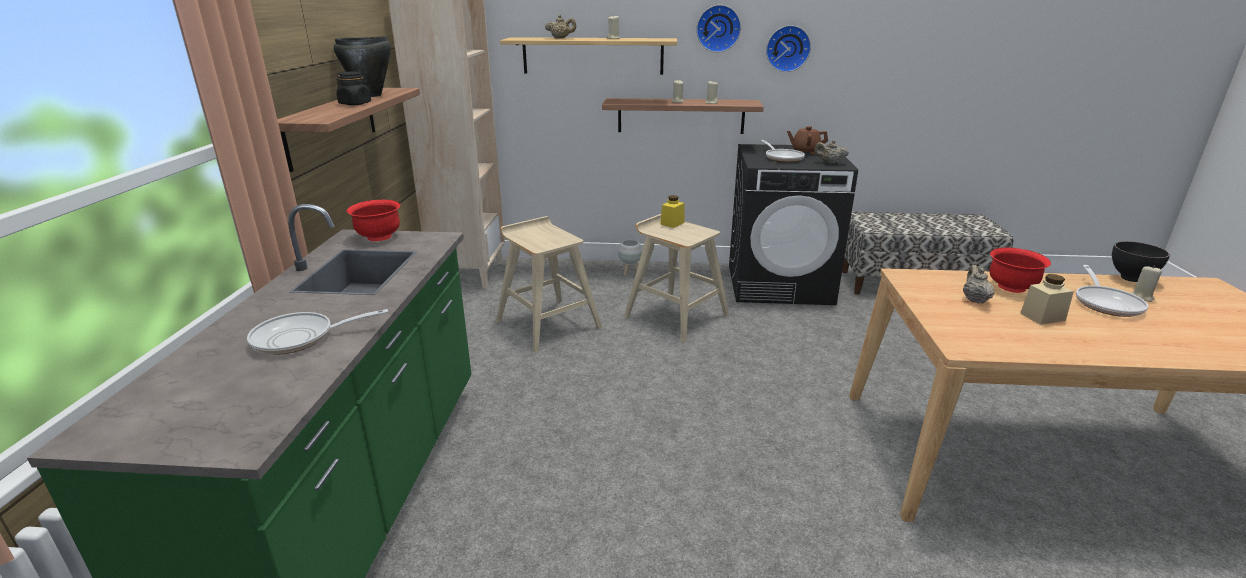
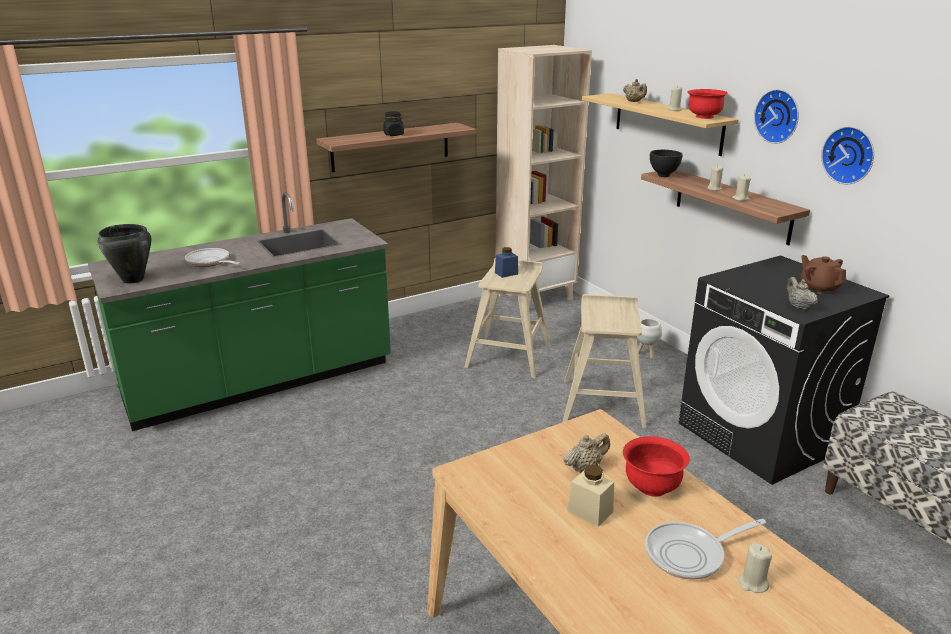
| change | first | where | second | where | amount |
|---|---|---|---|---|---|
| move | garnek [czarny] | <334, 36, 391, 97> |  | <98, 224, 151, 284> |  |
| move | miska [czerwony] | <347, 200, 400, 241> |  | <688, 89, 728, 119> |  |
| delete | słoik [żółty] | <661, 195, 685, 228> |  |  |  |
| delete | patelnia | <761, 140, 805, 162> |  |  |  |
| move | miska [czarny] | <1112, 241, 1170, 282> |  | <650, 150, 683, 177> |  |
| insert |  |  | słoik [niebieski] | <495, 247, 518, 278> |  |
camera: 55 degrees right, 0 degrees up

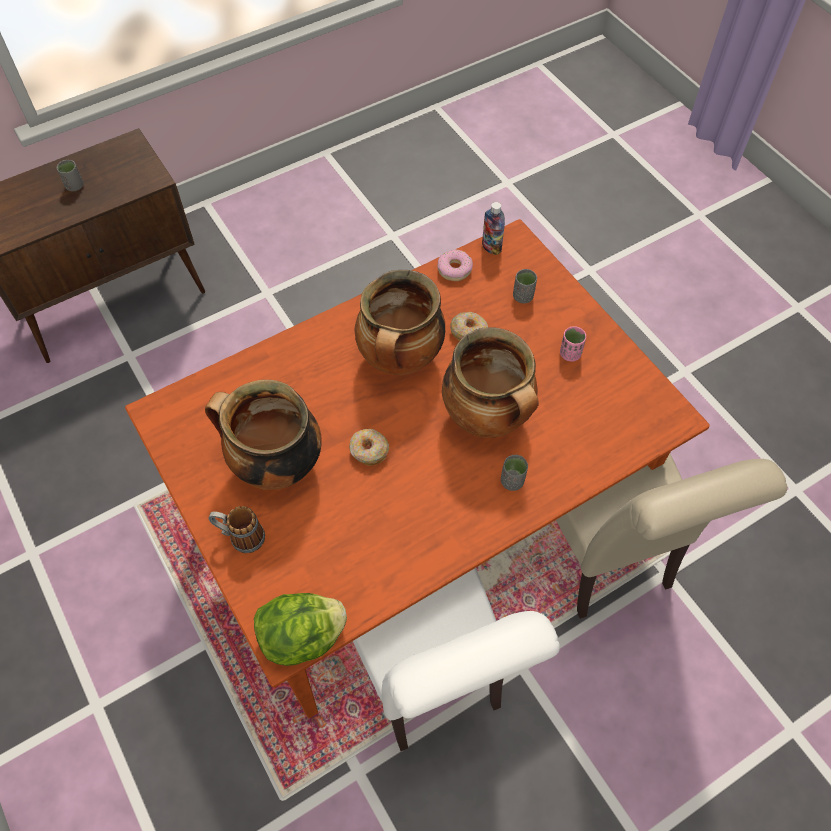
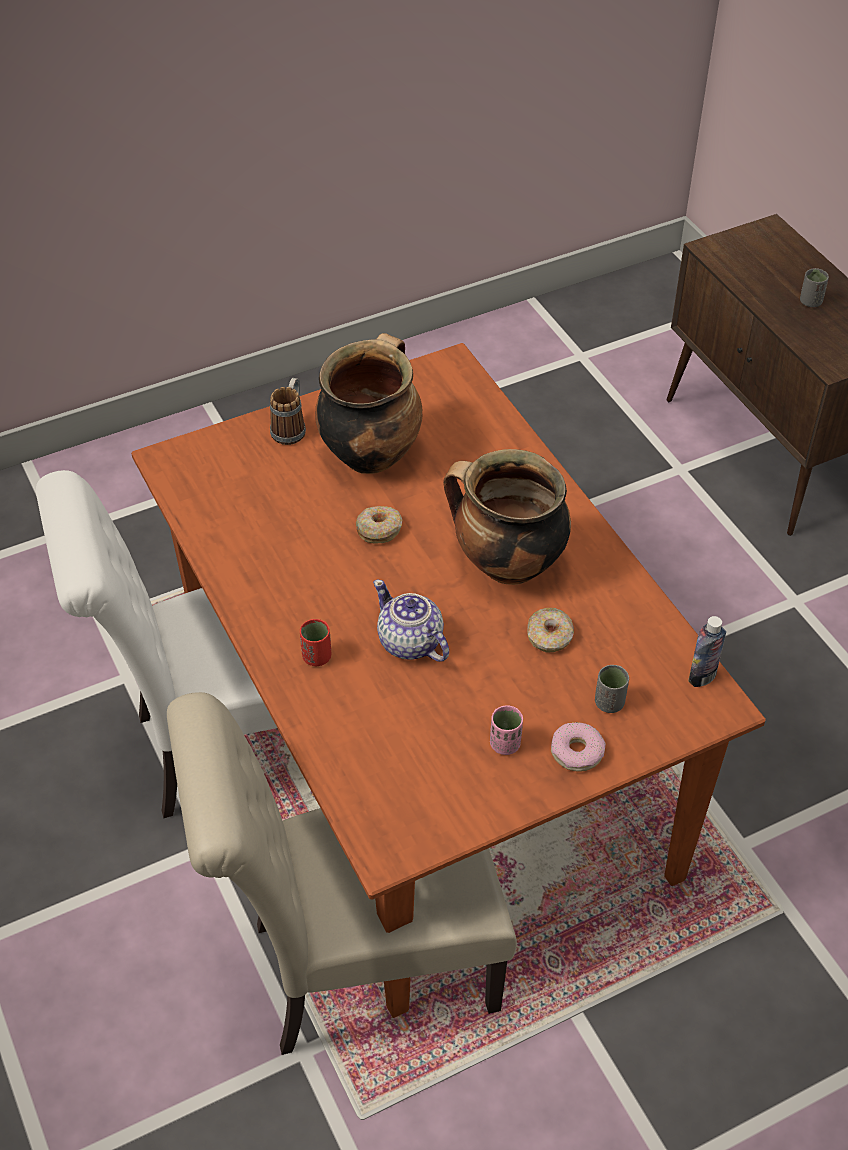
| change | first | where | second | where | amount |
|---|---|---|---|---|---|
| delete | sałata | <254, 593, 347, 666> |  |  |  |
| move | donut | <437, 250, 473, 281> |  | <551, 722, 606, 772> |  |
| replace | garnek | <442, 327, 539, 438> | imbryk | <373, 580, 449, 662> |  |
| recolor | filiżanka [szary] | <501, 454, 528, 491> | filiżanka [czerwony] | <300, 619, 332, 666> |  |
camera: 95 degrees right, 10 degrees down

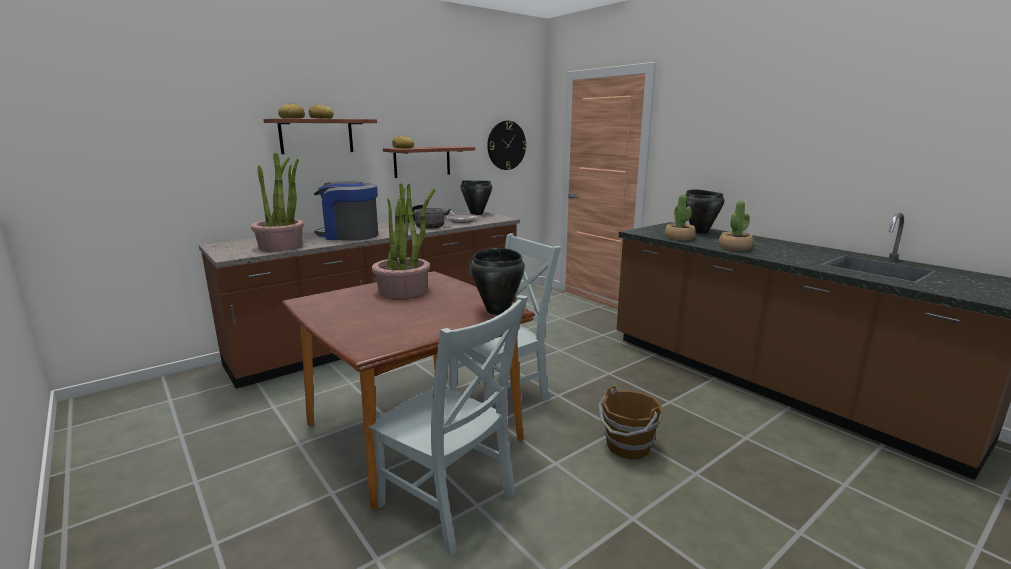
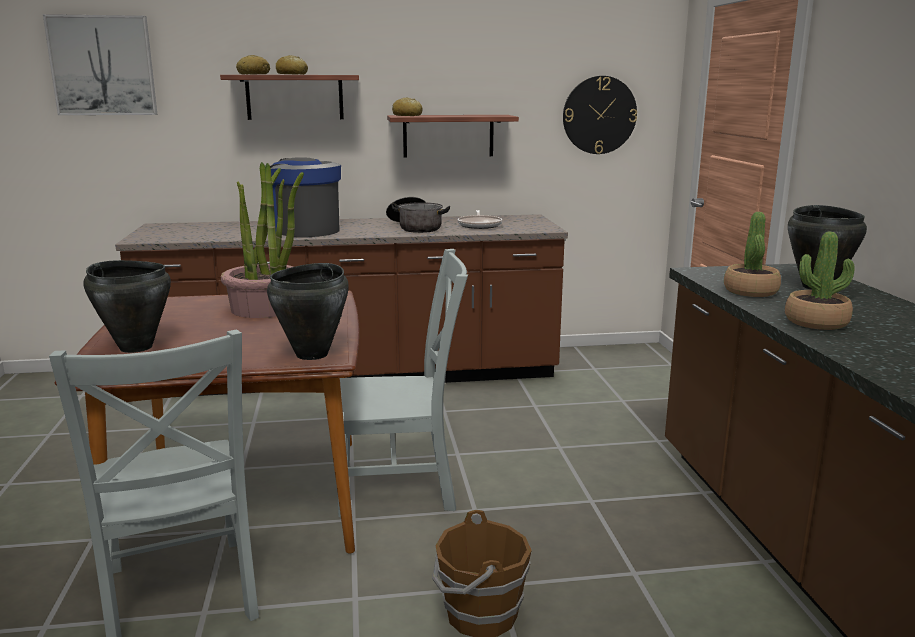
| change | first | where | second | where | amount |
|---|---|---|---|---|---|
| delete | roślina doniczkowa | <251, 153, 304, 251> |  |  |  |
| move | garnek [czarny] | <460, 180, 492, 215> |  | <84, 260, 171, 353> |  |
| insert |  |  | obraz | <43, 14, 158, 115> |  |
camera: 30 degrees right, 0 degrees up

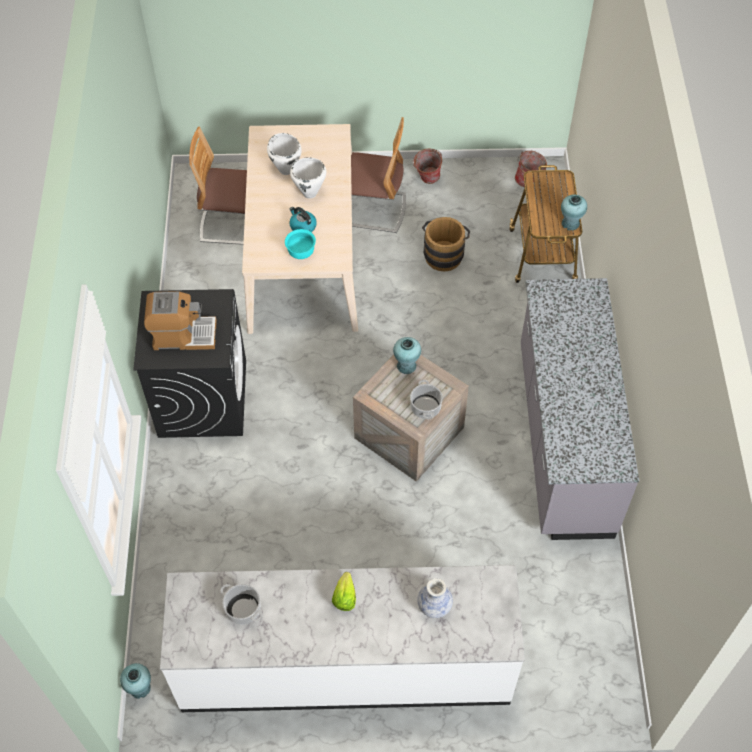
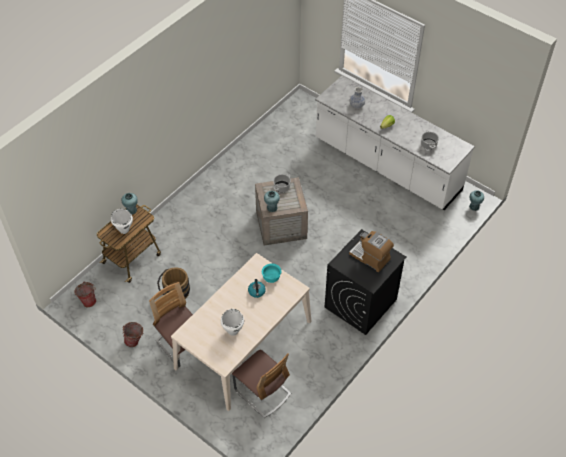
| change | first | where | second | where | amount |
|---|---|---|---|---|---|
| move | garnek [biały] | <290, 157, 326, 199> |  | <111, 209, 133, 234> |  |
| delete | zabudowa kuchenna [szary] | <521, 278, 639, 540> |  |  |  |
camera: 140 degrees left, 5 degrees down

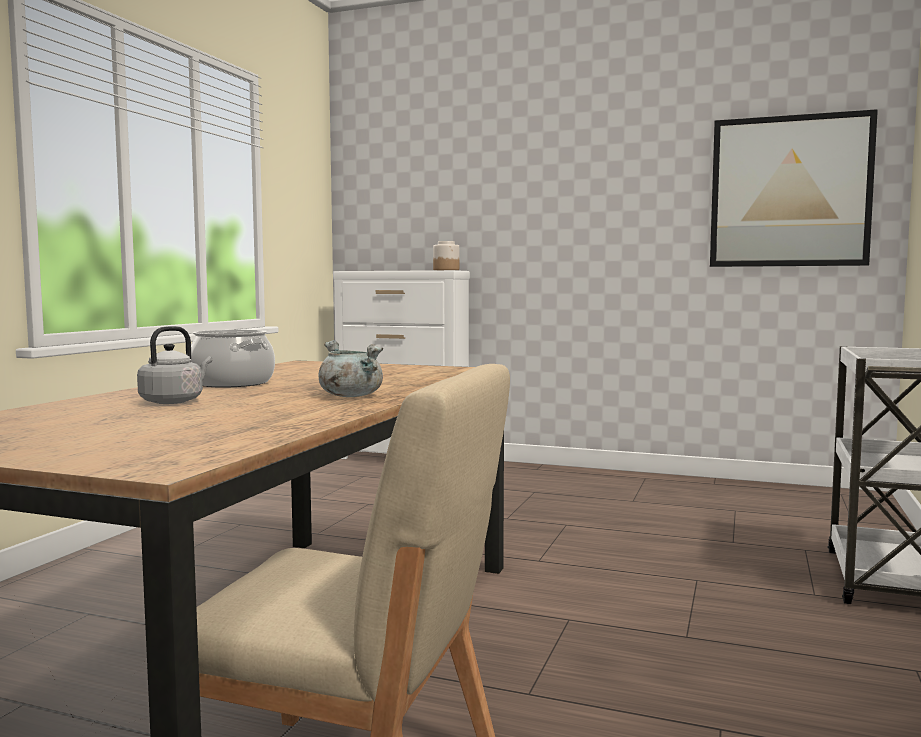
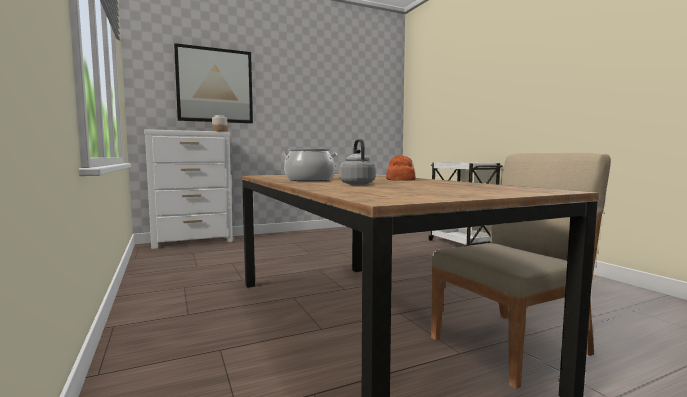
| change | first | where | second | where | amount |
|---|---|---|---|---|---|
| replace | garnek [szary] | <319, 340, 383, 397> | chleb | <386, 155, 416, 181> |  |
| move | obraz | <710, 109, 878, 267> |  | <174, 43, 253, 123> |  |
camera: 45 degrees left, 0 degrees up

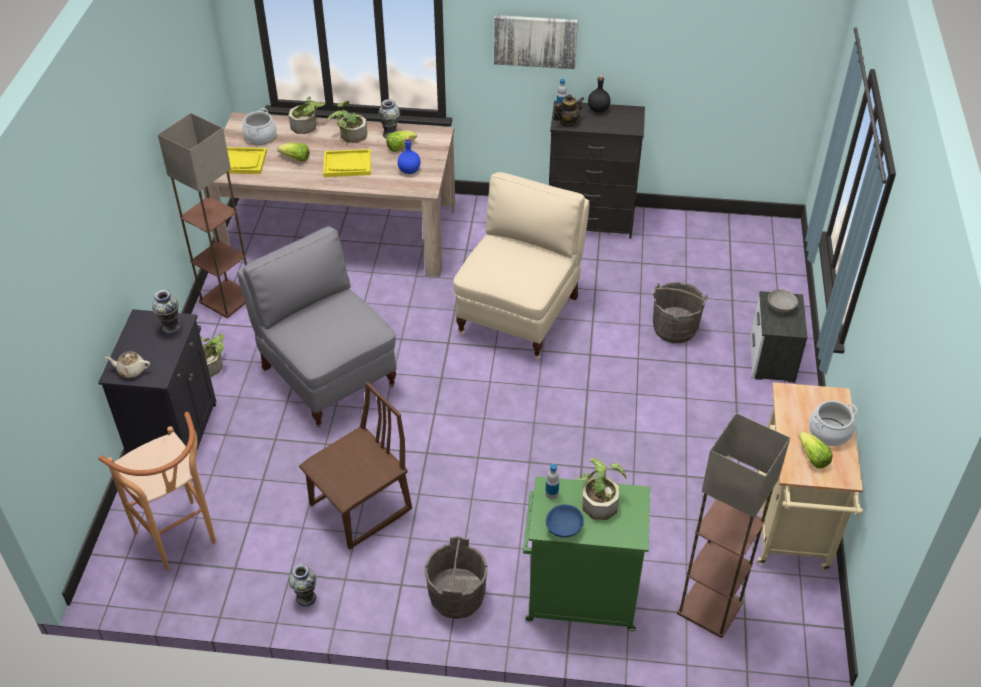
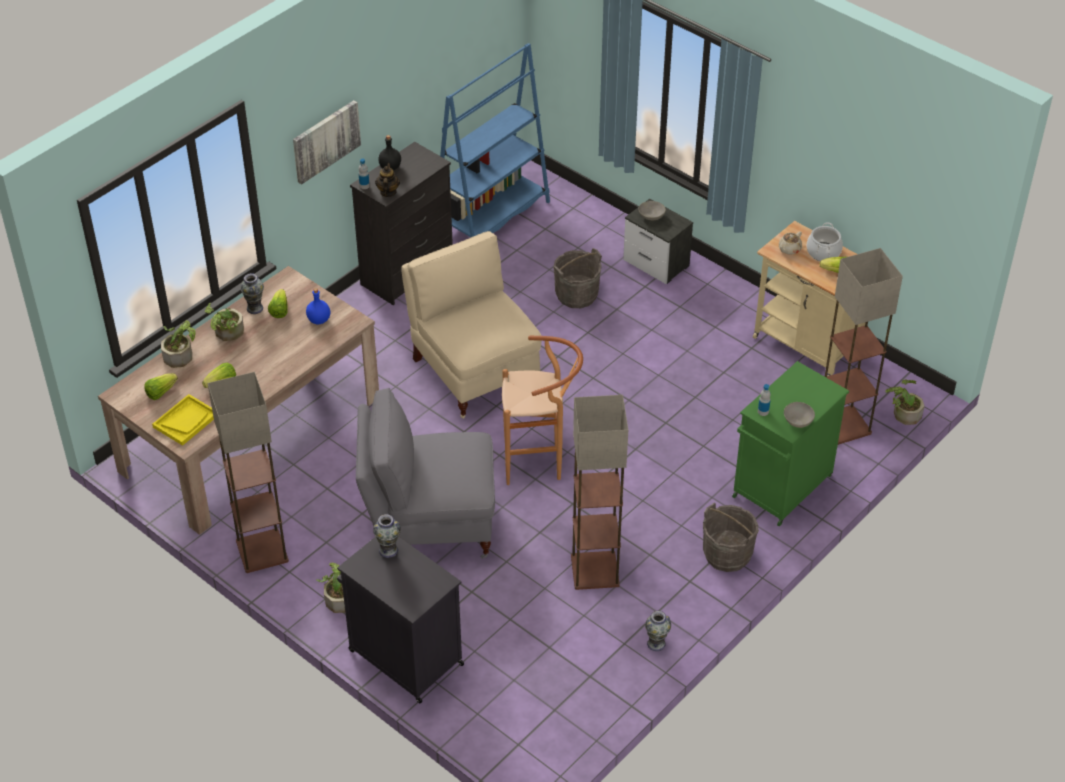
| change | first | where | second | where | amount |
|---|---|---|---|---|---|
| move | stołek [brązowy] | <99, 412, 216, 570> |  | <502, 336, 583, 485> |  |
| move | imbryk [beżowy] | <105, 352, 150, 378> |  | <779, 232, 802, 255> |  |
| replace | garnek | <242, 108, 277, 145> | sałata | <144, 373, 178, 400> |  |
| replace | krzesło [brązowy] | <299, 382, 412, 550> | lampa stojąca | <571, 395, 628, 590> |  |
| delete | taca [żółty] | <323, 149, 371, 177> |  |  |  |
| recolor | miska [niebieski] | <546, 504, 584, 538> | miska [szary] | <784, 402, 815, 428> |  |
| move | roślina doniczkowa | <574, 458, 627, 520> |  | <885, 380, 924, 425> |  |
| insert |  |  | regał [niebieski] | <440, 43, 550, 237> |  |
camera: 55 degrees left, 0 degrees up

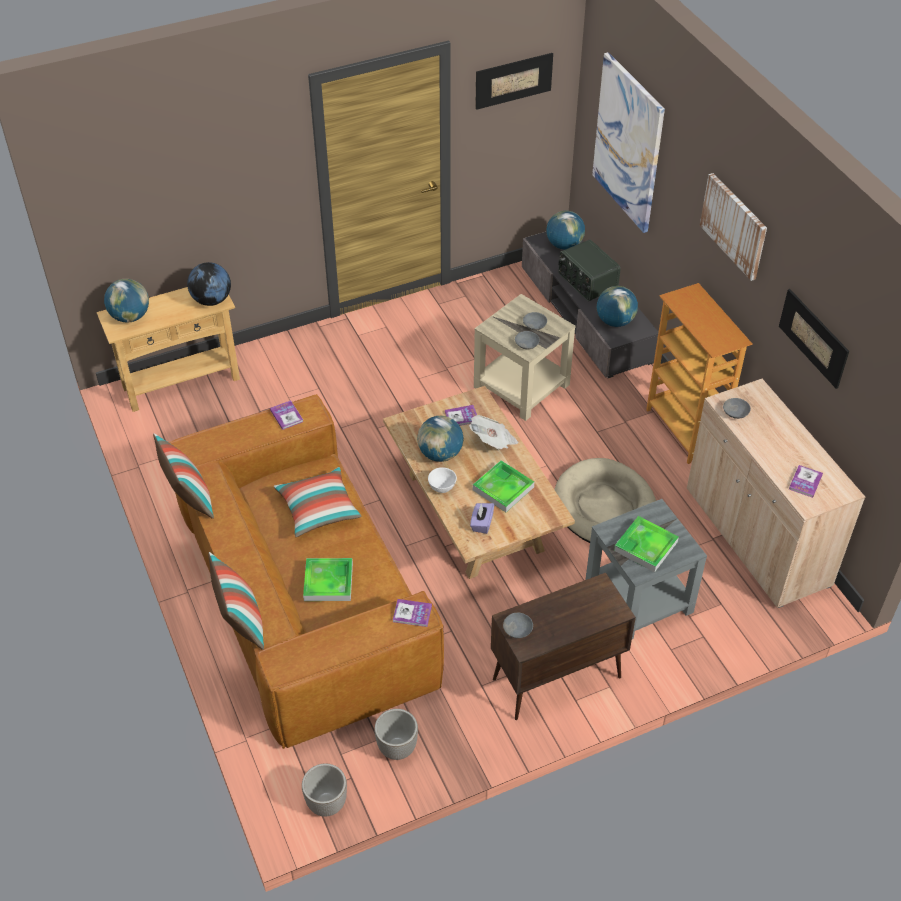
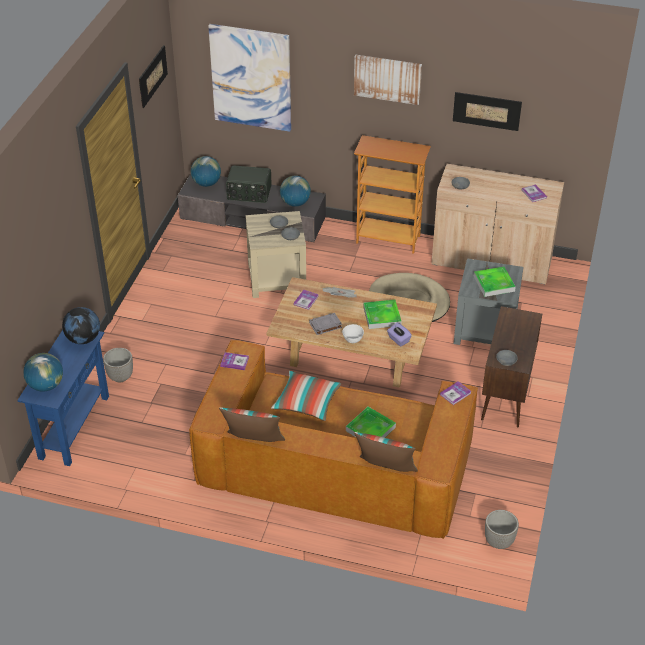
| change | first | where | second | where | amount |
|---|---|---|---|---|---|
| recolor | stolik konsolowy [beżowy] | <97, 287, 240, 412> | stolik konsolowy [niebieski] | <17, 330, 109, 466> |  |
| move | donica | <374, 709, 418, 760> |  | <103, 348, 133, 382> |  |
| replace | globus | <417, 416, 463, 462> | książka [szary] | <309, 313, 342, 335> |  |
camera: 50 degrees left, 5 degrees down

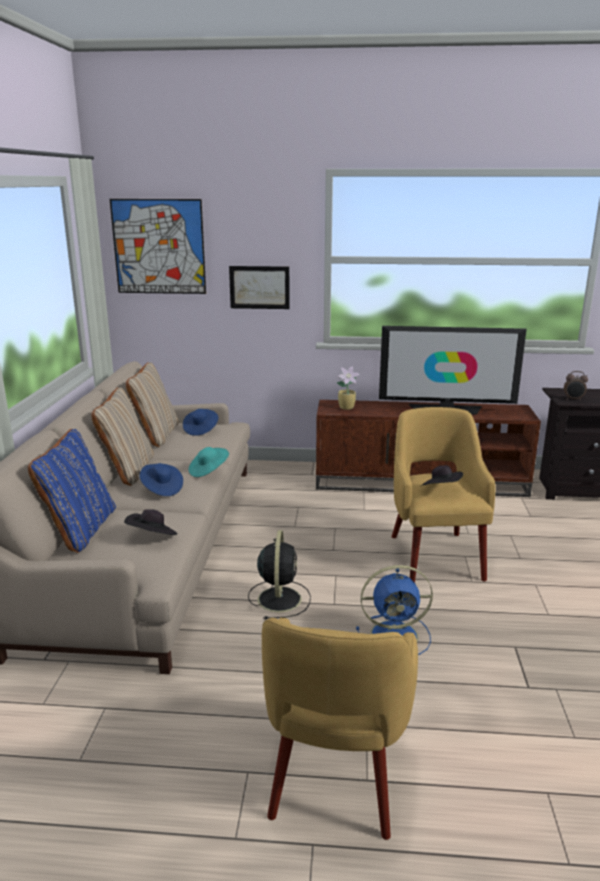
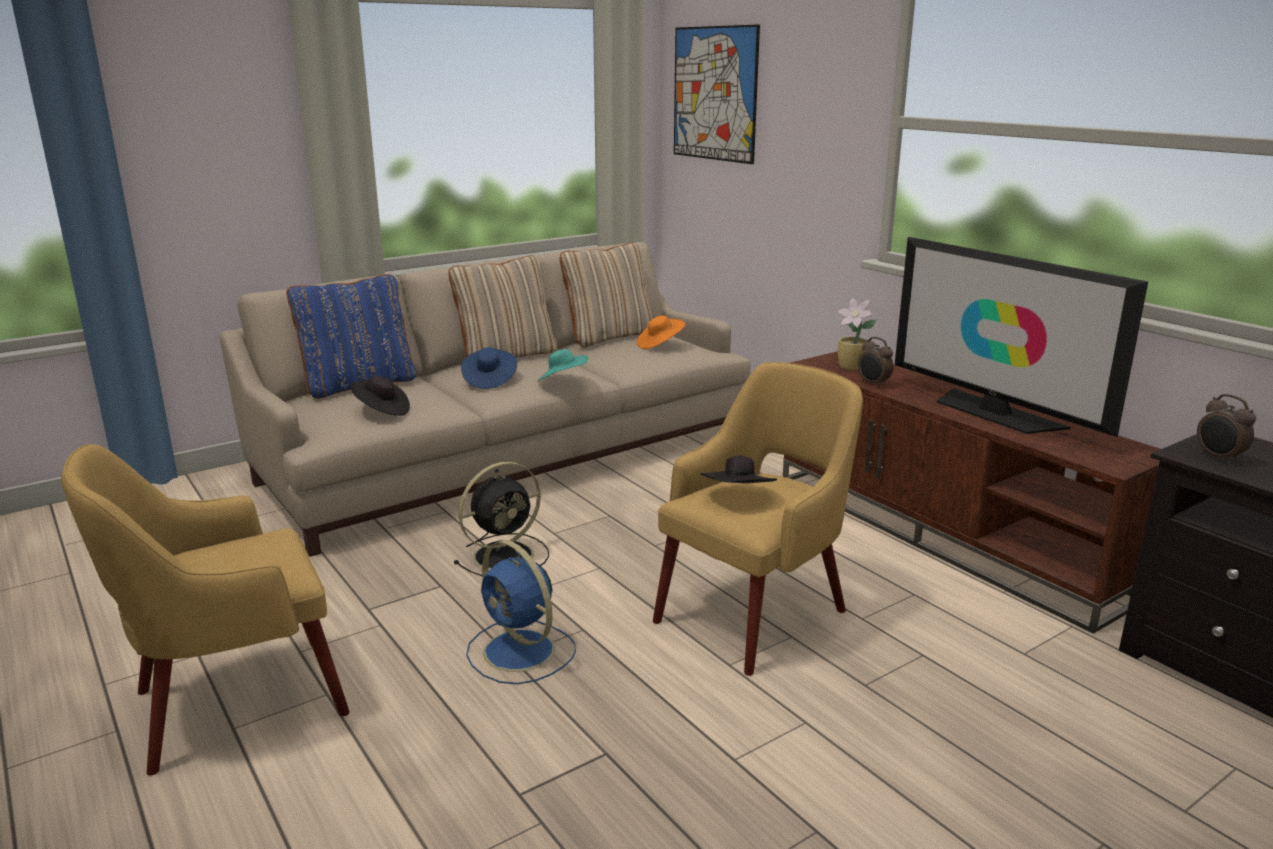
| change | first | where | second | where | amount |
|---|---|---|---|---|---|
| recolor | kapelusz [niebieski] | <183, 409, 218, 436> | kapelusz [pomarańczowy] | <636, 316, 686, 349> |  |
| delete | obraz | <229, 266, 290, 309> |  |  |  |
| insert |  |  | budzik | <858, 337, 893, 388> |  |
camera: 50 degrees right, 0 degrees up

